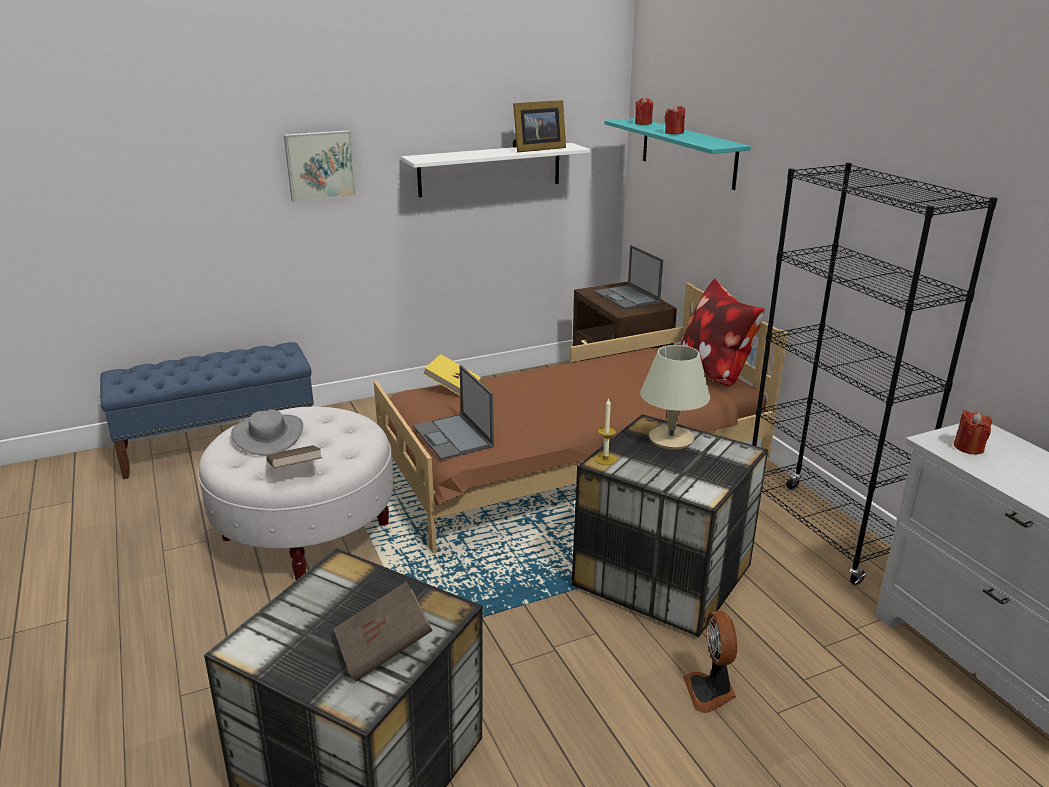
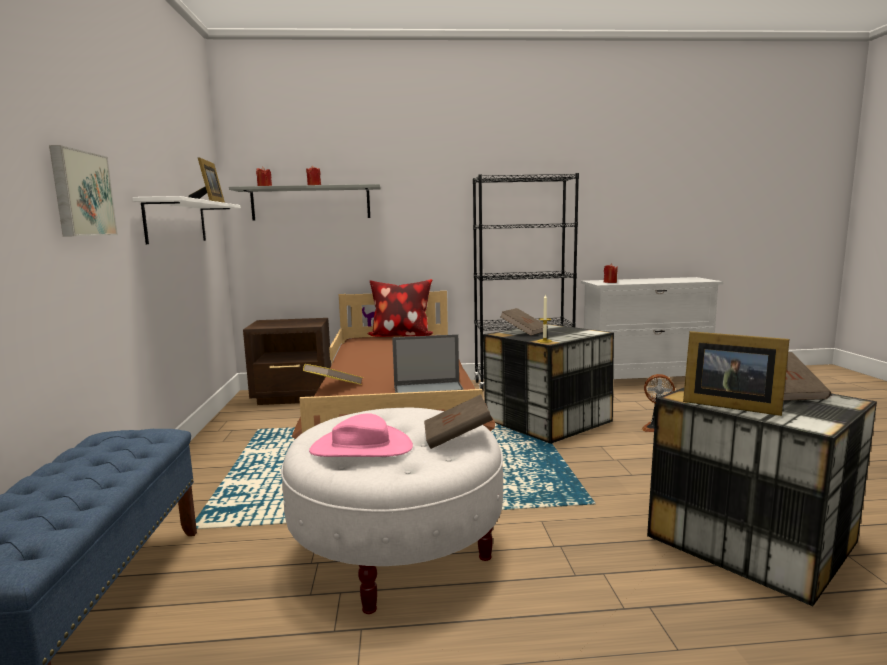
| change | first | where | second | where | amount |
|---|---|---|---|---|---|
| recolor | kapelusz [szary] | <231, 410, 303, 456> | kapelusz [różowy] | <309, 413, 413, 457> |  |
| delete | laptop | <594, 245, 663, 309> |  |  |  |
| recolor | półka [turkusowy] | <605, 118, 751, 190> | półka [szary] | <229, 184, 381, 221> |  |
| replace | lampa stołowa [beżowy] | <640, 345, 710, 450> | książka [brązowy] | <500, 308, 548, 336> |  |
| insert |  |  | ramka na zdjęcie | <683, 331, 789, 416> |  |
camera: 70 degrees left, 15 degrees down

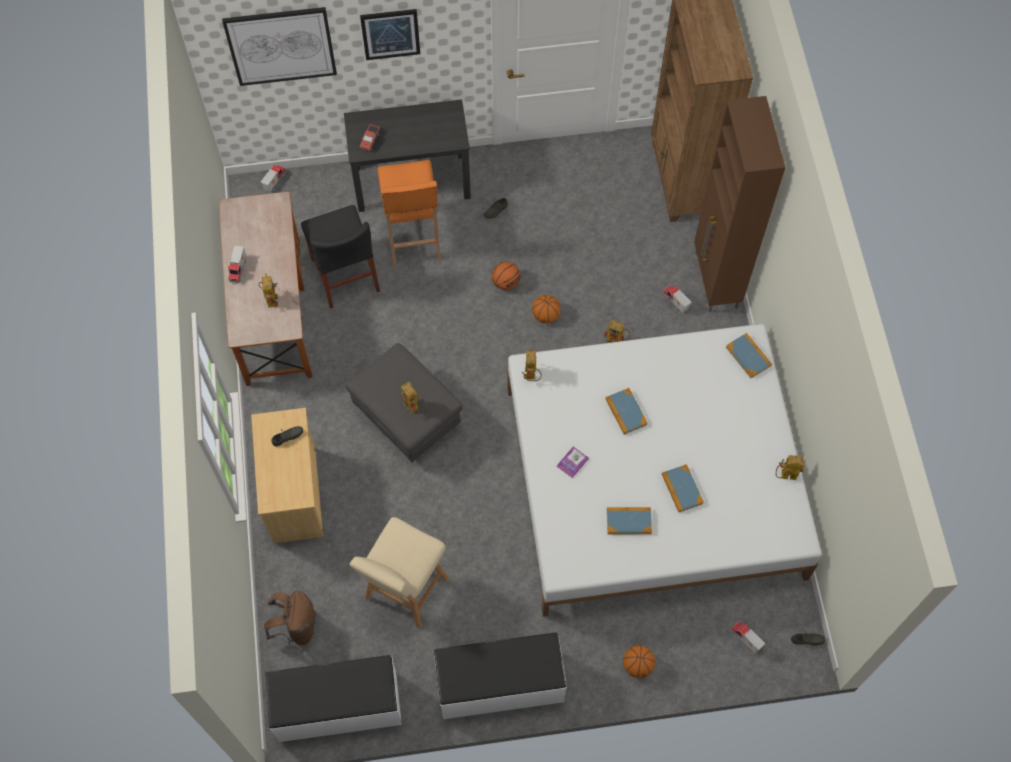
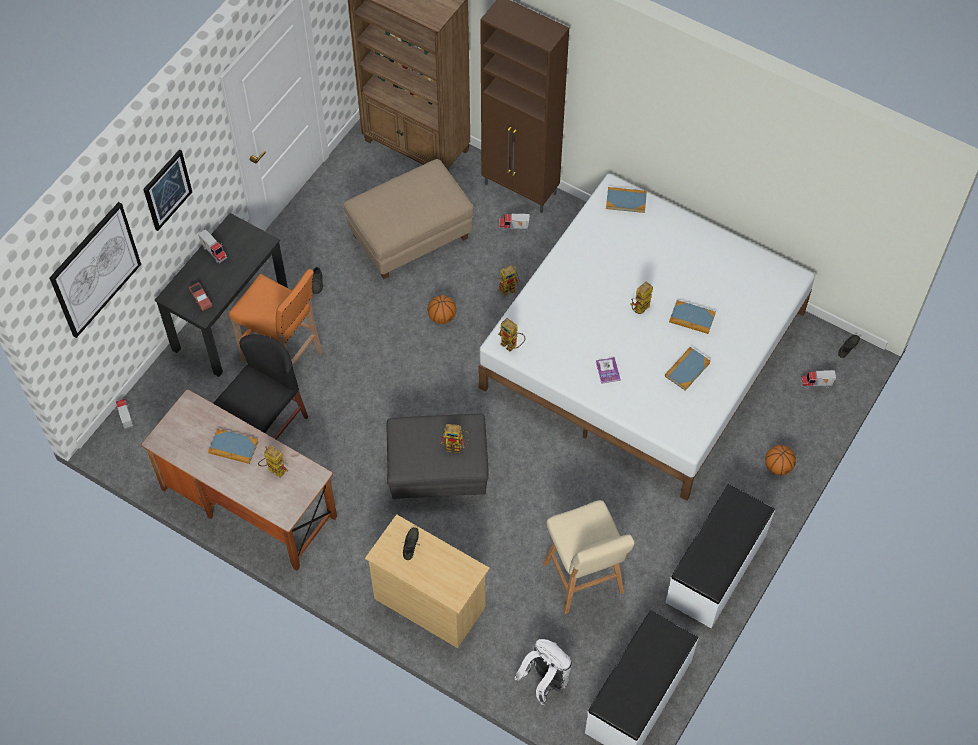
| change | first | where | second | where | amount |
|---|---|---|---|---|---|
| move | ciężarówka zabawkowa | <228, 246, 246, 283> |  | <198, 229, 227, 263> |  |
| recolor | plecak [brązowy] | <264, 591, 316, 646> | plecak [biały] | <514, 639, 572, 705> |  |
| rotate | krzesło [czarny] | <301, 205, 380, 309> |  | <213, 335, 308, 440> | 75 degrees counterclockwise |
| delete | piłka do koszykówki | <492, 261, 521, 290> |  |  |  |
| move | książka | <605, 388, 648, 435> |  | <208, 429, 259, 464> |  |
| move | robot zabawkowy | <776, 455, 805, 480> |  | <630, 281, 653, 315> |  |
| insert |  |  | pufa [beżowy] | <344, 159, 474, 279> |  |
camera: 50 degrees left, 5 degrees down

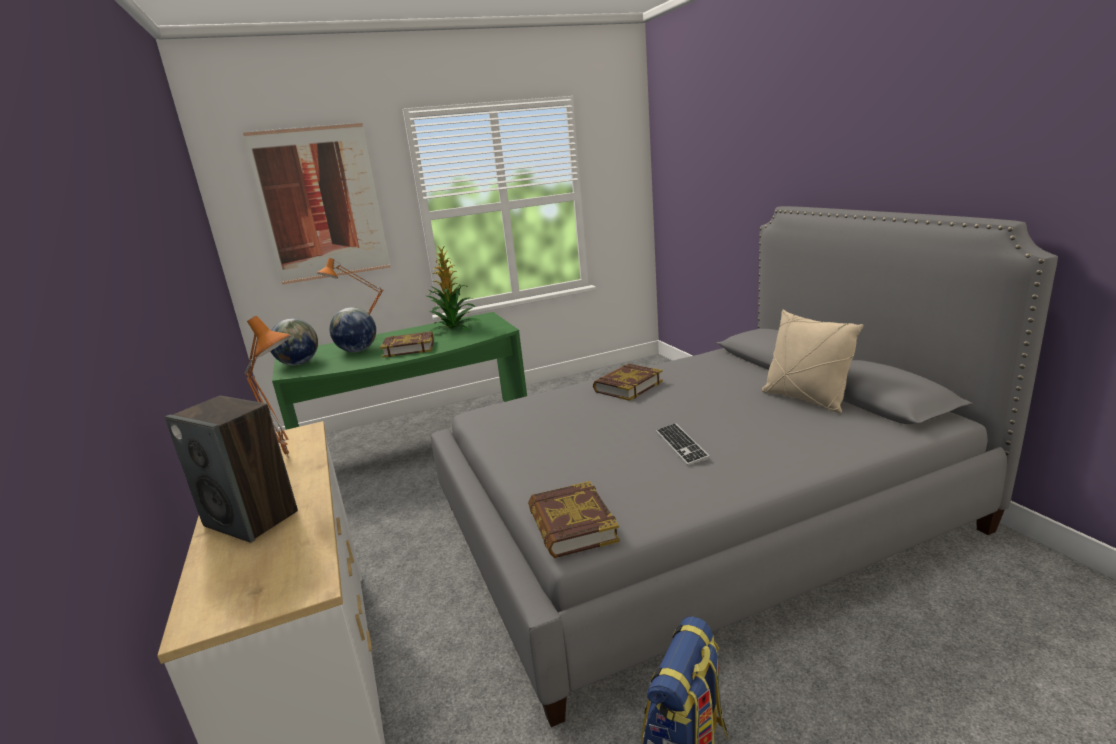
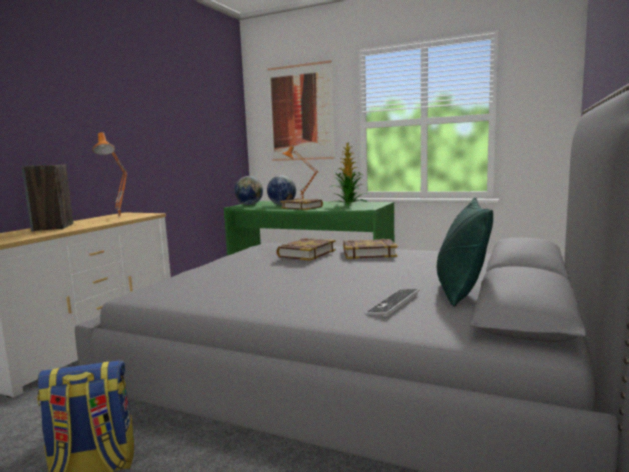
| change | first | where | second | where | amount |
|---|---|---|---|---|---|
| move | książka | <528, 481, 620, 558> |  | <276, 238, 336, 261> |  |
| move | klawiatura | <656, 423, 710, 465> |  | <365, 289, 420, 317> |  |
| recolor | poduszka [beżowy] | <762, 310, 864, 413> | poduszka [zielony] | <437, 198, 493, 307> |  |
camera: 45 degrees right, 10 degrees down

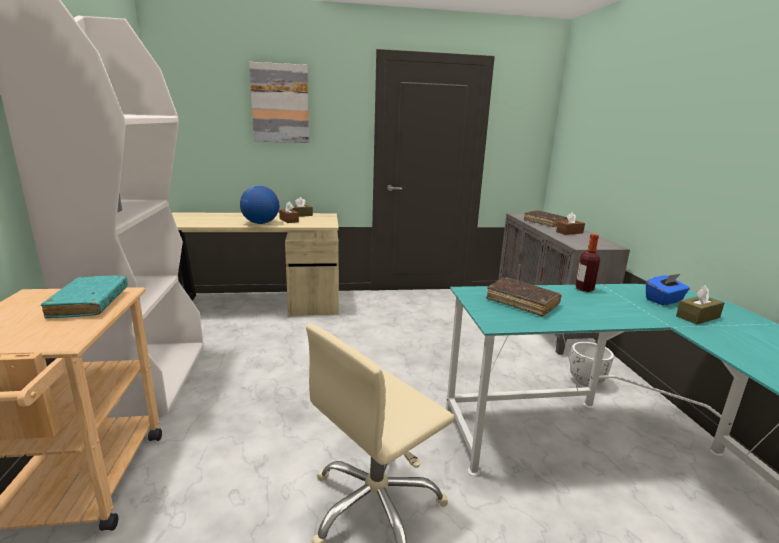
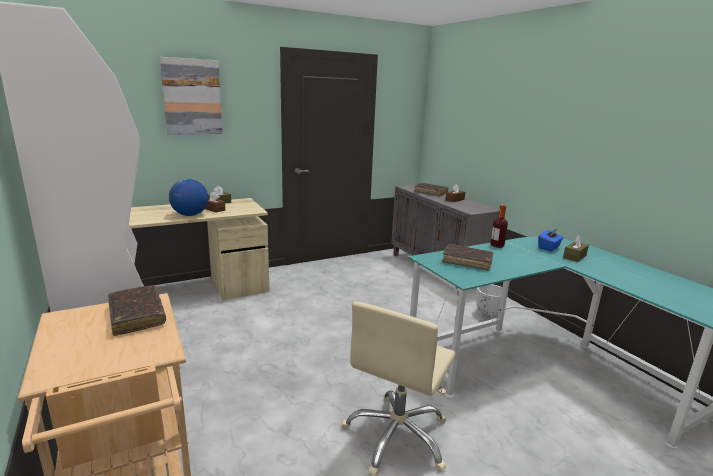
| change | first | where | second | where | amount |
|---|---|---|---|---|---|
| recolor | książka [turkusowy] | <41, 275, 128, 318> | książka [brązowy] | <108, 285, 166, 336> |  |
camera: 20 degrees left, 0 degrees up

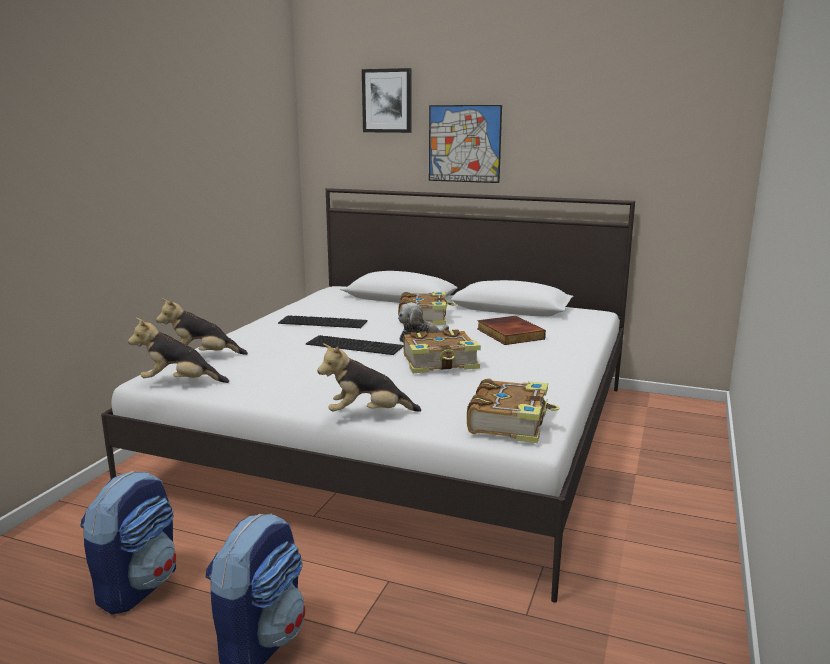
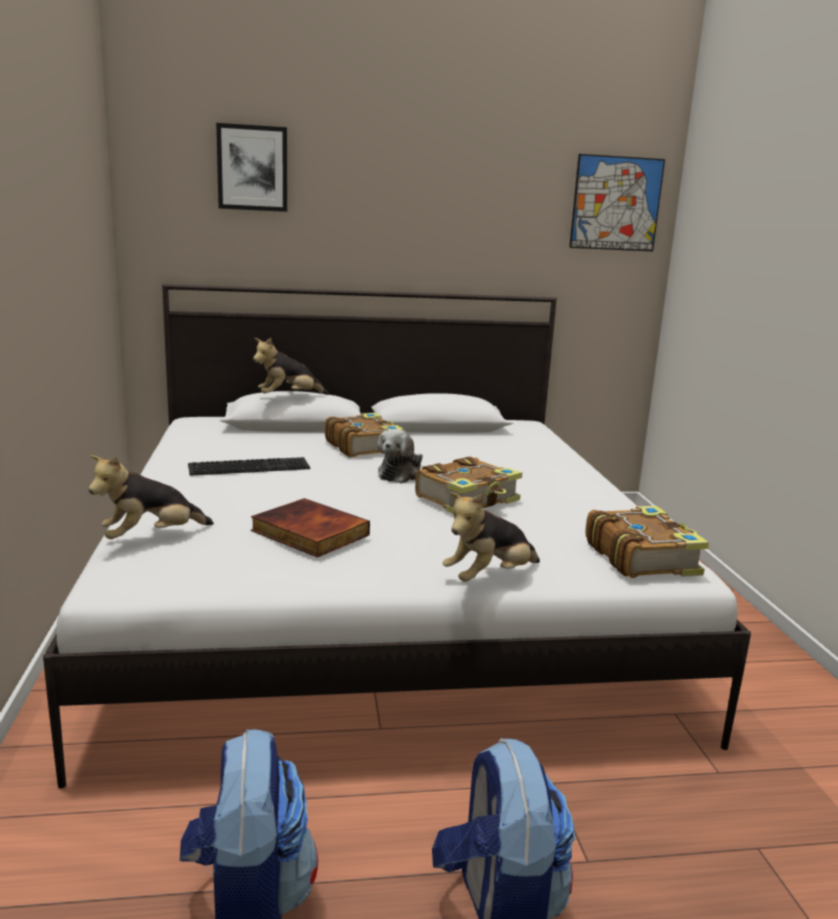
| change | first | where | second | where | amount |
|---|---|---|---|---|---|
| move | pluszak | <128, 318, 229, 383> |  | <253, 338, 329, 395> |  |
| delete | klawiatura | <306, 335, 404, 355> |  |  |  |
| move | obraz | <429, 105, 502, 183> |  | <569, 154, 665, 251> |  |
| move | książka | <477, 316, 546, 345> |  | <251, 498, 370, 557> |  |
camera: 30 degrees left, 0 degrees up

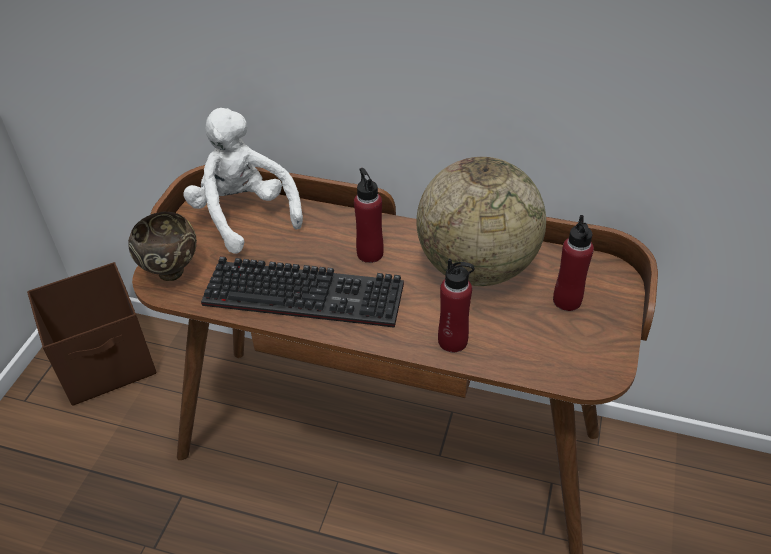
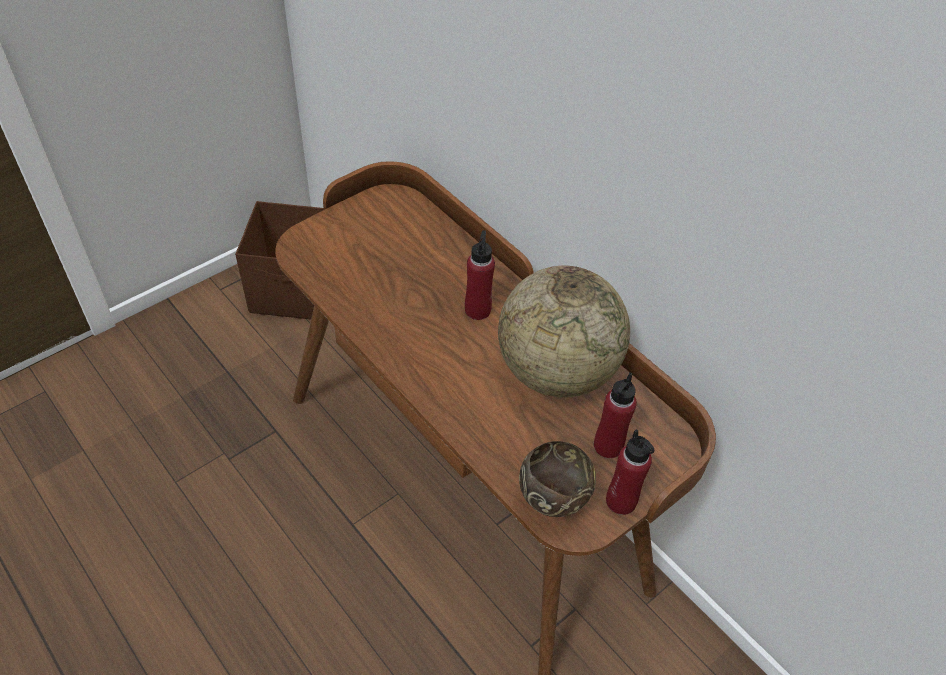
| change | first | where | second | where | amount |
|---|---|---|---|---|---|
| move | miska [brązowy] | <128, 211, 197, 281> |  | <519, 441, 596, 517> |  |
| delete | pluszak [biały] | <183, 108, 303, 254> |  |  |  |
| delete | klawiatura | <201, 256, 404, 328> |  |  |  |
| move | butelka [czerwony] | <438, 259, 475, 352> |  | <606, 429, 654, 515> |  |
camera: 30 degrees right, 5 degrees up

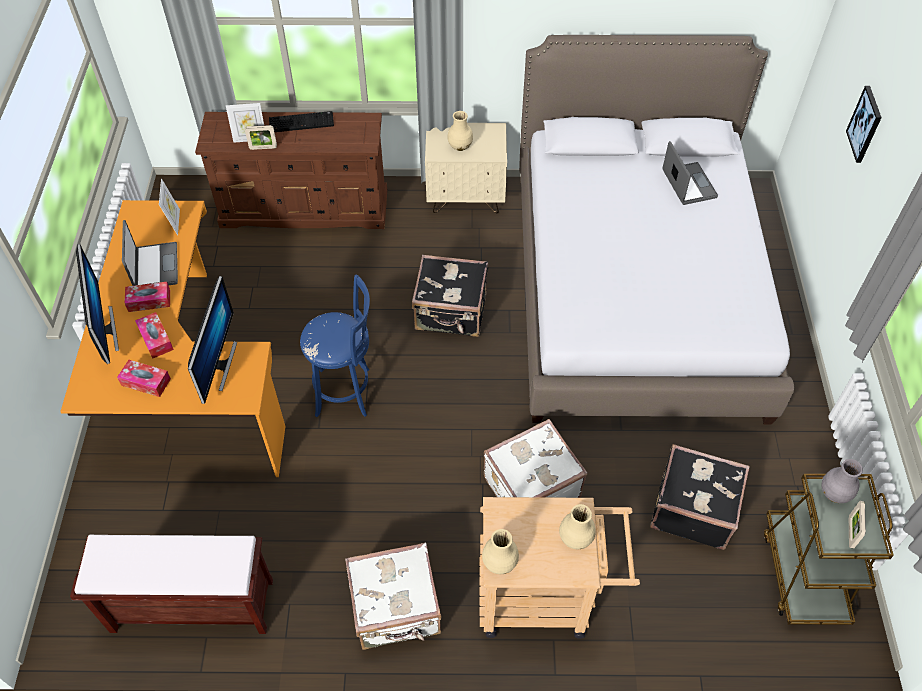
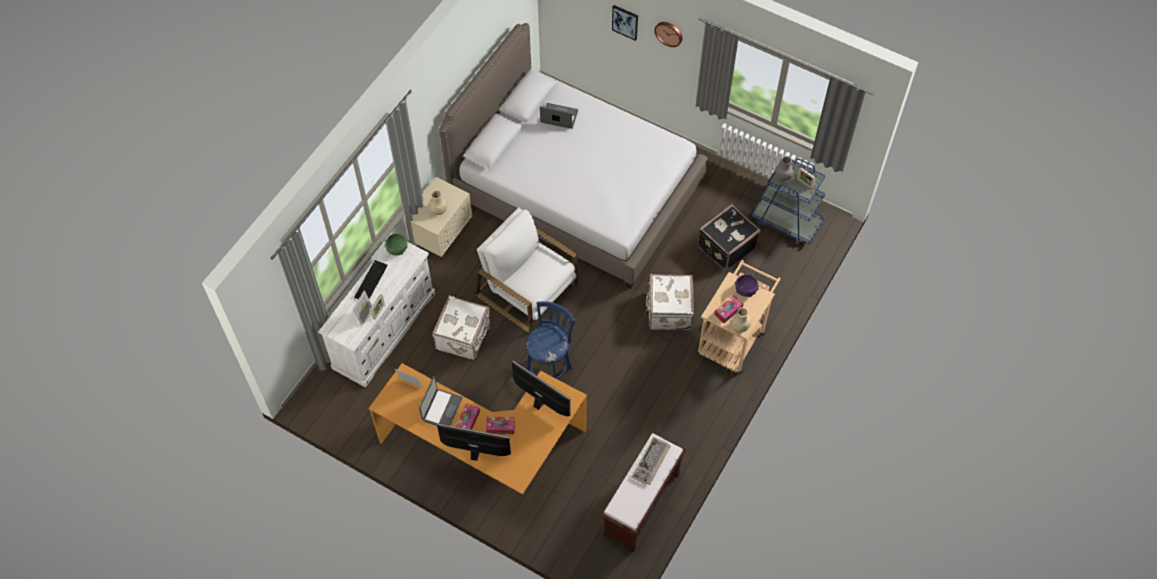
| change | first | where | second | where | amount |
|---|---|---|---|---|---|
| move | pudełko chusteczek | <117, 360, 171, 397> |  | <714, 295, 743, 323> |  |
| rotate | laptop | <122, 220, 178, 286> |  | <419, 376, 463, 426> | 90 degrees clockwise |
| recolor | komoda [brązowy] | <195, 112, 387, 229> | komoda [biały] | <318, 242, 436, 388> |  |
| move | walizka [biały] | <345, 542, 441, 650> |  | <432, 295, 491, 360> |  |
| replace | walizka [czarny] | <412, 255, 488, 337> | fotel [biały] | <475, 208, 578, 334> |  |
| replace | wazon [beżowy] | <559, 504, 596, 549> | miska [fioletowy] | <735, 274, 759, 297> |  |
| recolor | wózek [brązowy] | <764, 474, 894, 625> | wózek [niebieski] | <751, 158, 825, 245> |  |
| insert |  |  | miska [zielony] | <385, 233, 408, 256> |  |
| insert |  |  | klawiatura | <631, 437, 670, 485> |  |
| insert |  |  | zegar ścienny | <654, 22, 682, 47> |  |
camera: 60 degrees left, 5 degrees up

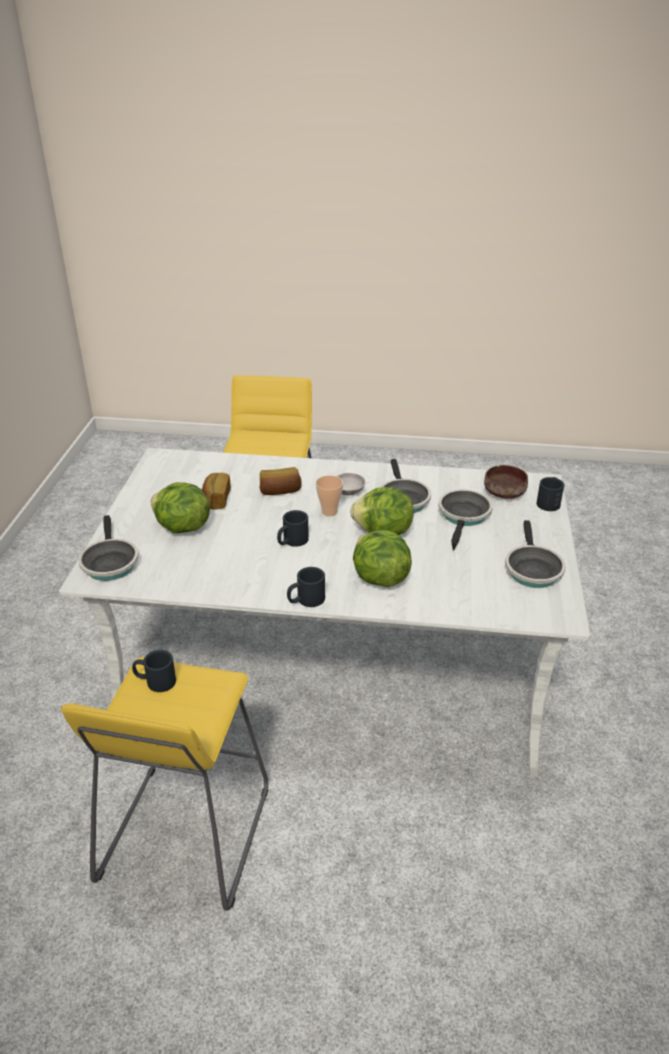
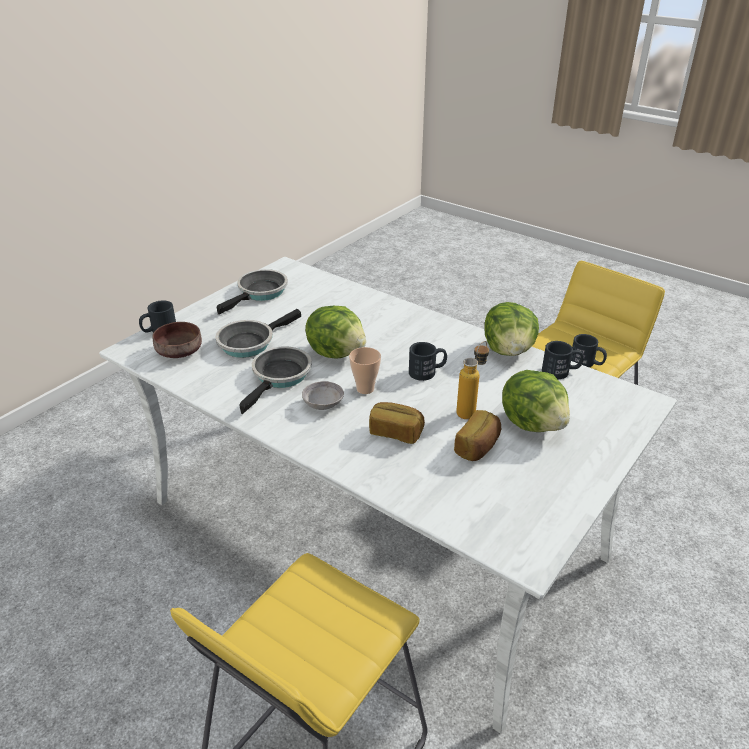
| change | first | where | second | where | amount |
|---|---|---|---|---|---|
| delete | patelnia | <78, 515, 139, 581> |  |  |  |
| move | kubek [czarny] | <287, 567, 325, 607> |  | <542, 341, 584, 379> |  |
| move | sałata | <353, 530, 412, 587> |  | <485, 302, 539, 356> |  |
| insert |  |  | butelka | <456, 341, 489, 419> |  |
camera: 150 degrees left, 0 degrees up

